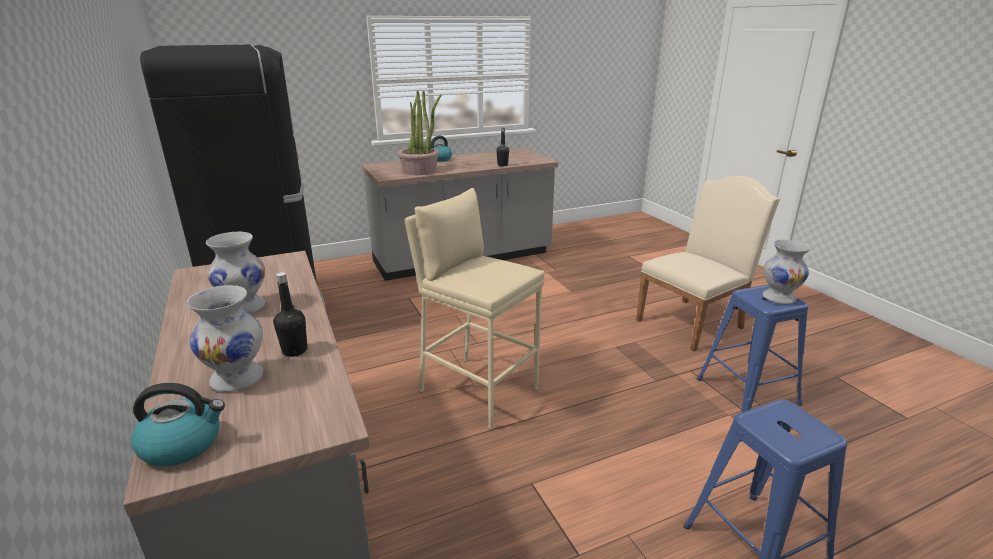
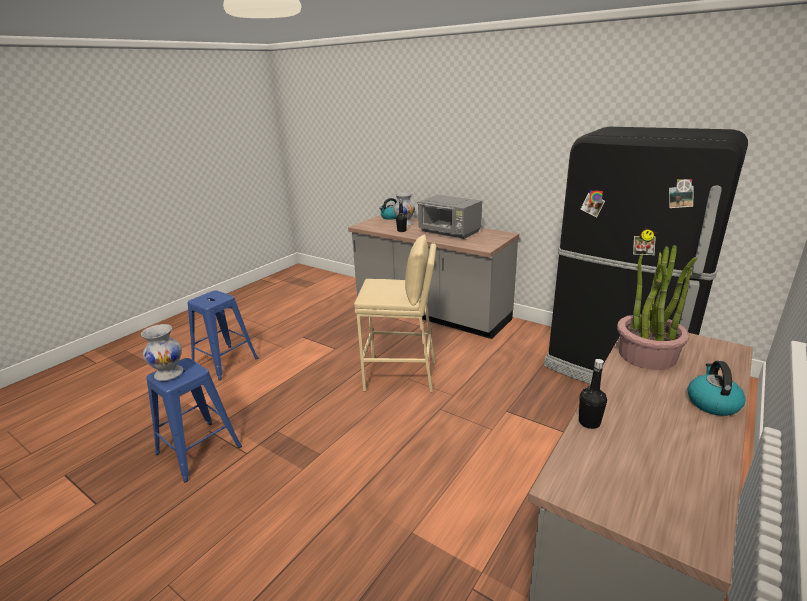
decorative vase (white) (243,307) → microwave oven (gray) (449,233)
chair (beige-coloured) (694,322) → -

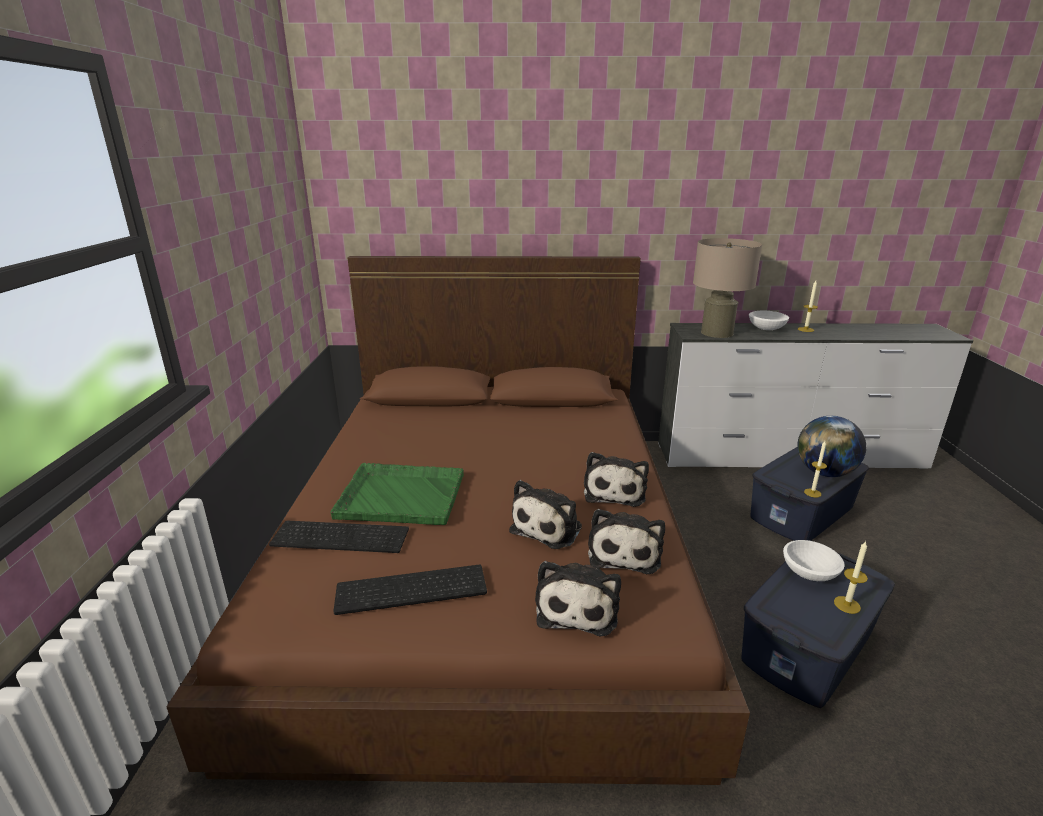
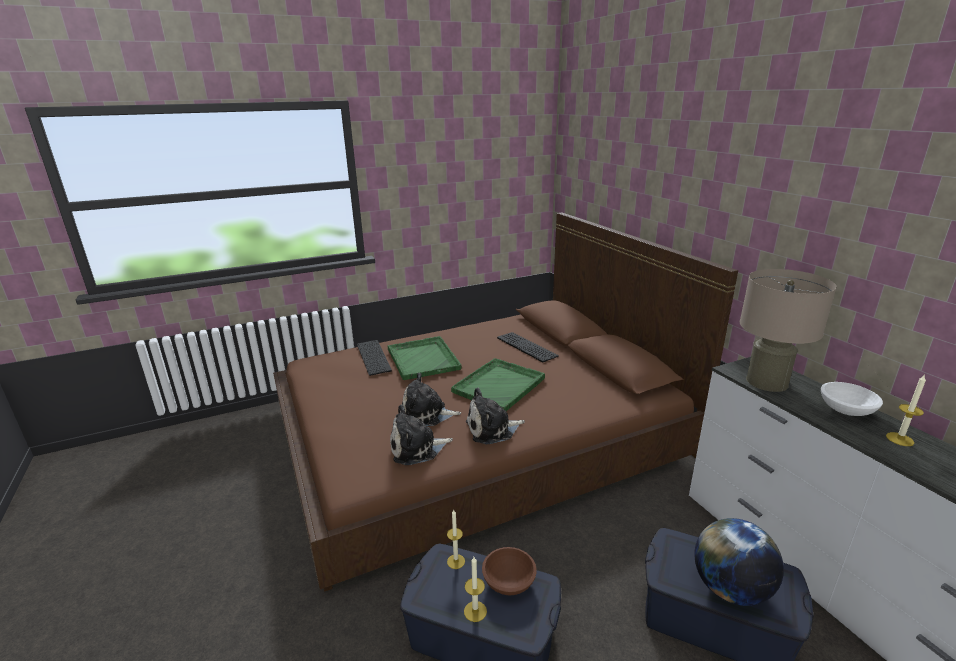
PC keyboard (410,591) → PC keyboard (525,347), moved
plush toy (577,607) → -
bowl (white) (809,573) → bowl (brown-coloured) (508,582)
candle (812,493) → candle (456,561), moved
- → serving tray (green) (499,385)

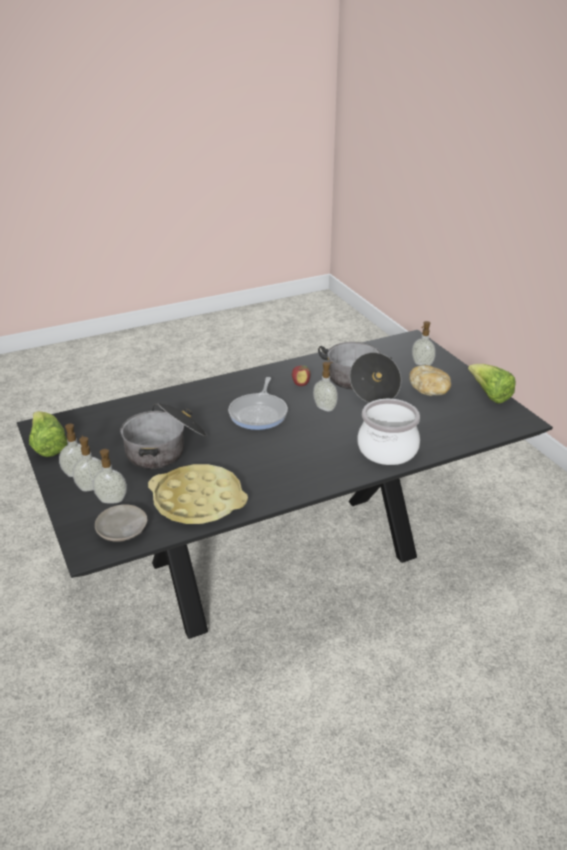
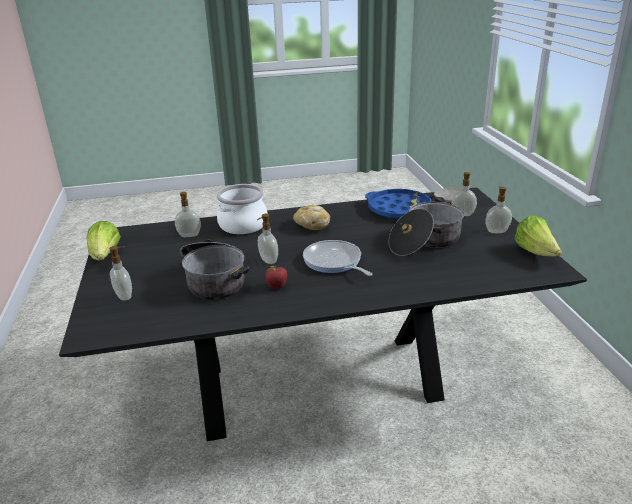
soap dispenser (91,487) → soap dispenser (189,236), moved
serving tray (yellowish) (198,501) → serving tray (blue-coloured) (399,209)
skillet (259,413) → skillet (334,262), 60 degrees counterclockwise
bakery bread (429,390) → bakery bread (312,226), moved

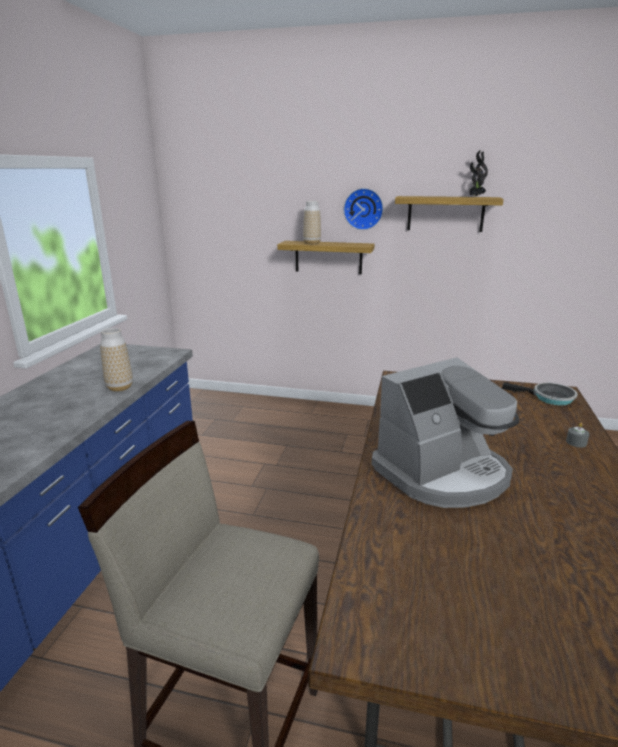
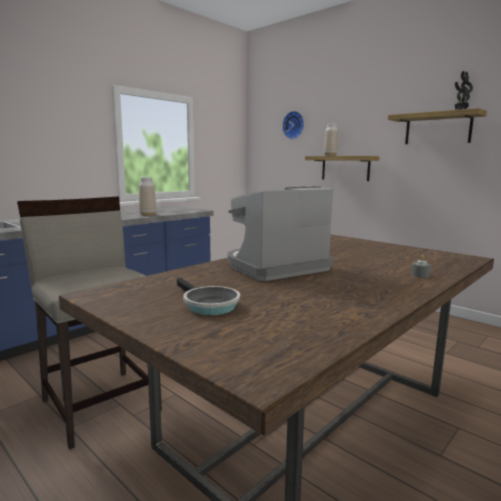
wall clock (363,209) → wall clock (294,125), moved
coffee brewer (443,473) → coffee brewer (275,267), 150 degrees clockwise
skillet (549,398) → skillet (208,305), moved

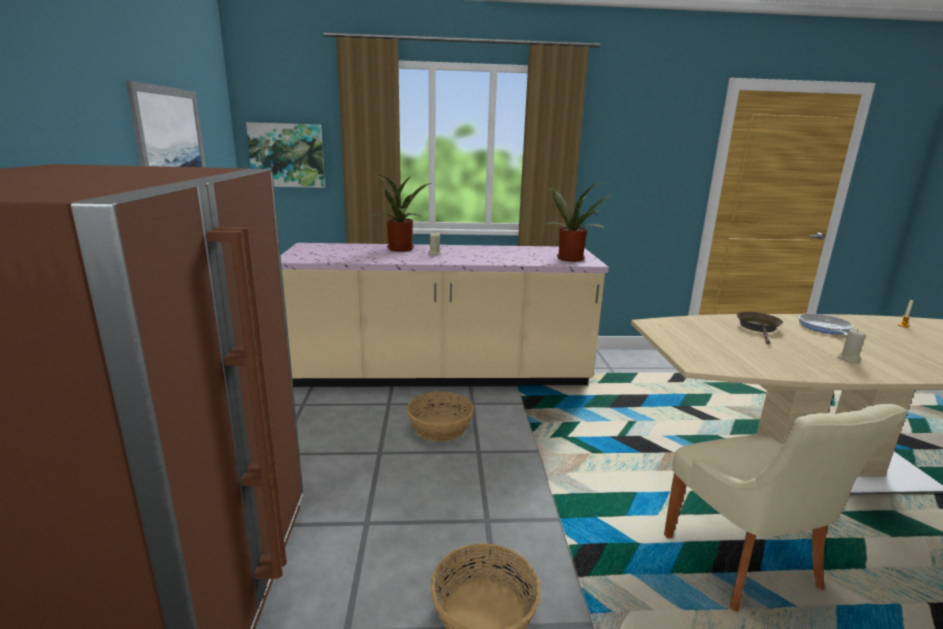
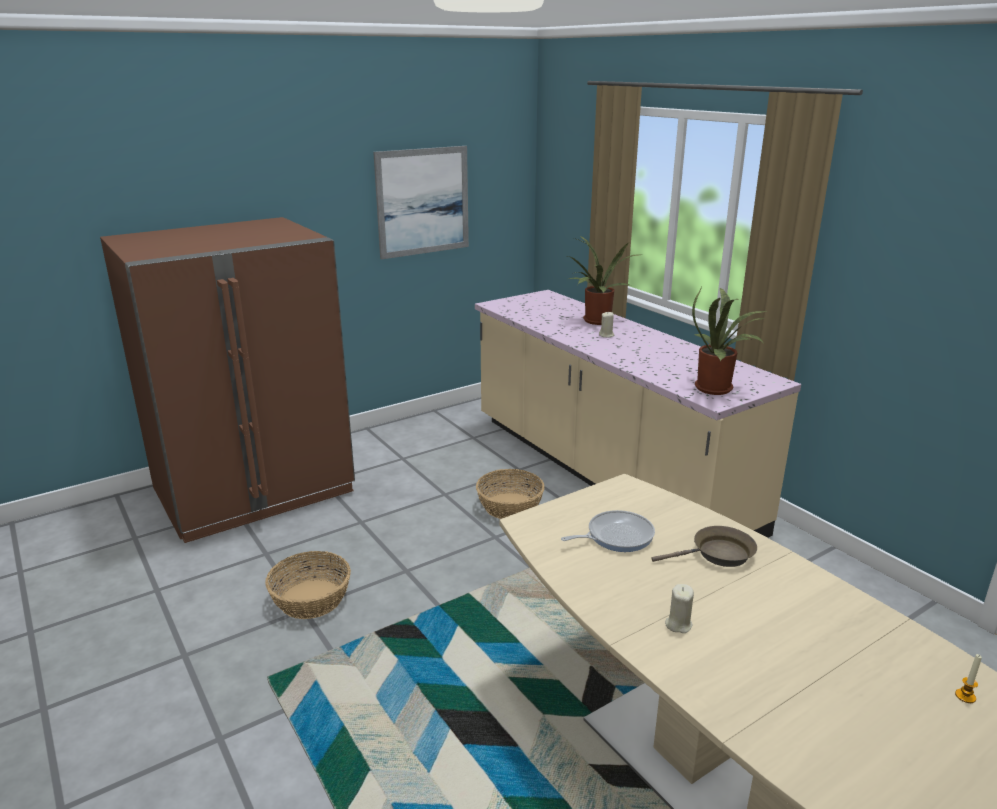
picture (287,155) → -
chair (beige-coloured) (745,565) → -
skillet (824,328) → skillet (616,536), moved

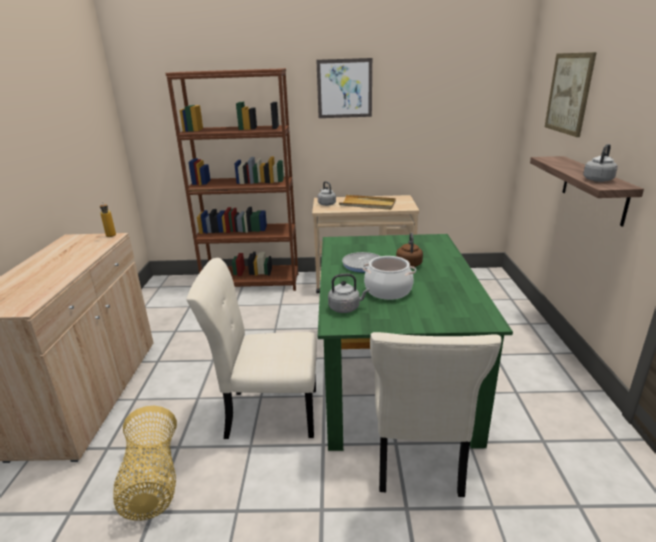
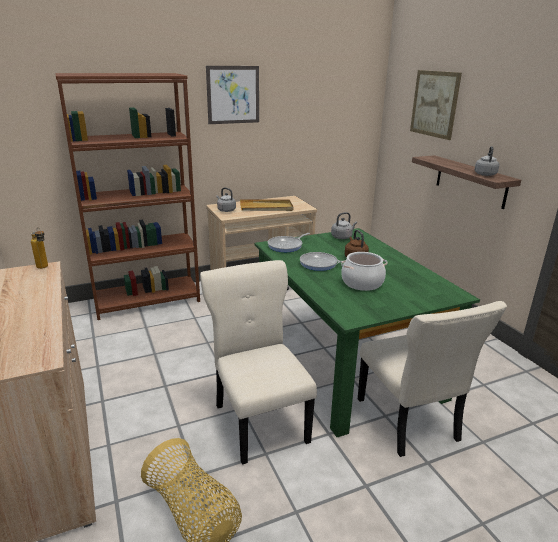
chair (beige-coloured) (268,412) → chair (beige-coloured) (259,420), 90 degrees clockwise
kettle (gray) (346,308) → kettle (gray) (342,237), moved
- → skillet (286,246)

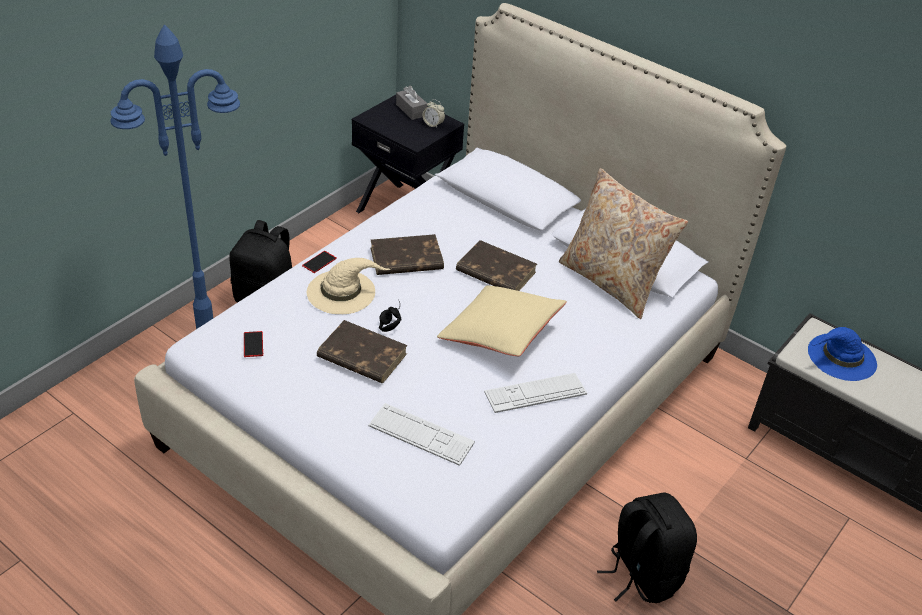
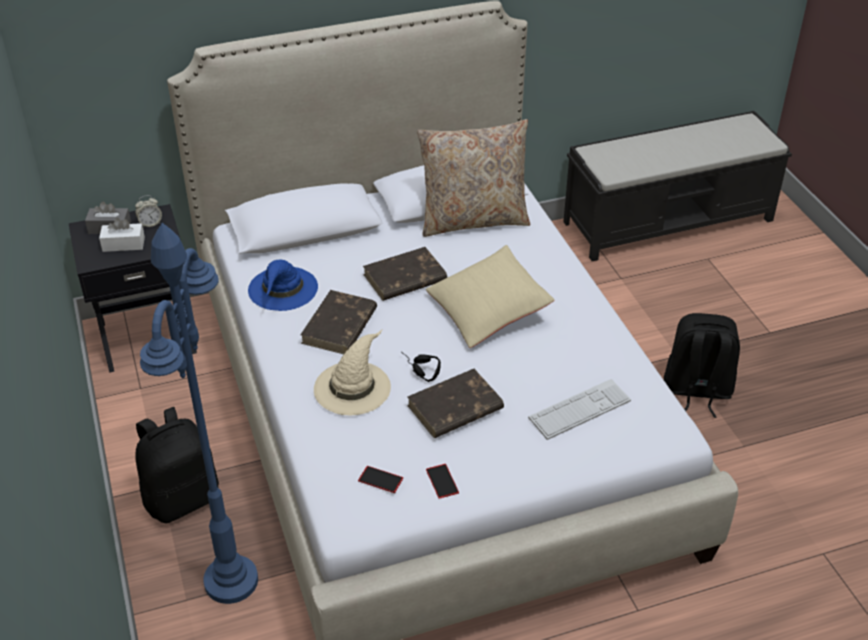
phone (319,262) → phone (442,481), moved
PC keyboard (535,393) → -
hat (blue-coloured) (841,357) → hat (blue-coloured) (283,289), moved
- → box of tissues (white) (123,244)

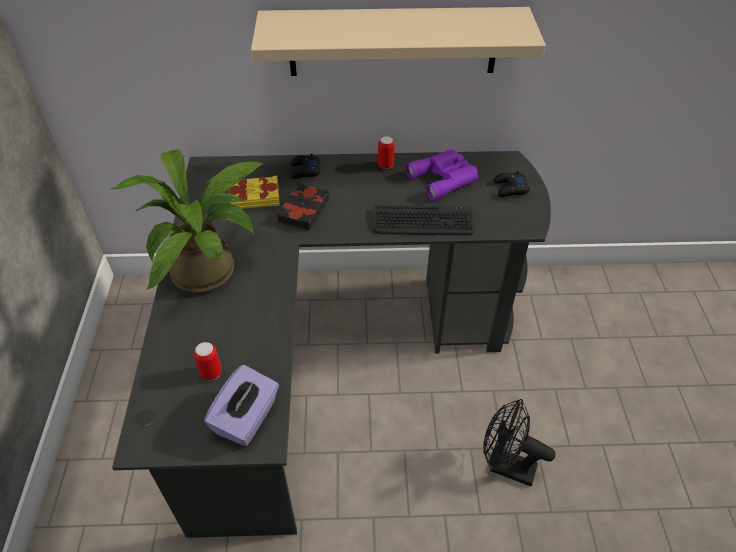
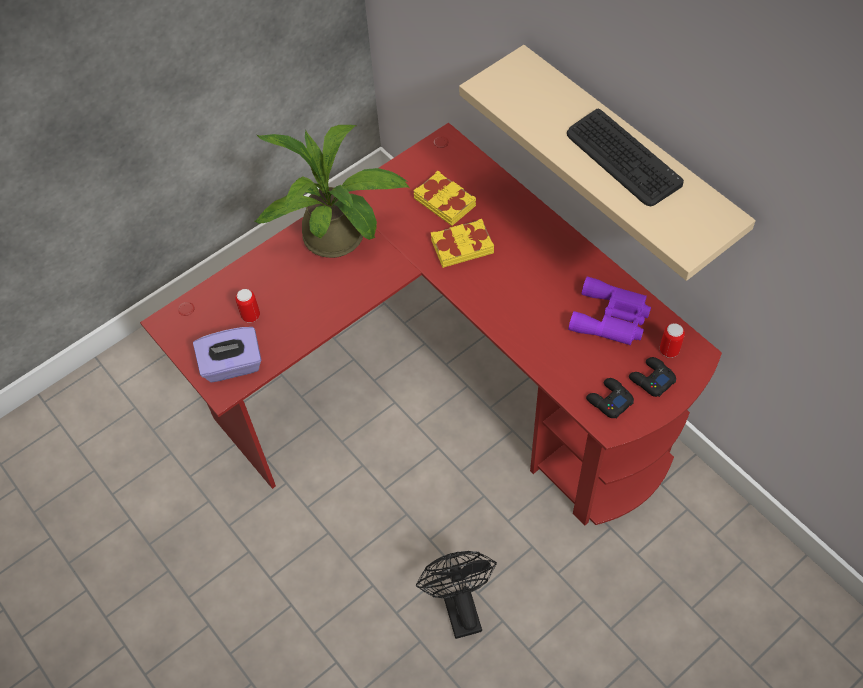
desk (black) (329,357) → desk (red) (447,390)
bound book (black) (303,210) → bound book (yellowish) (462,246)
game controller (black) (304,171) → game controller (black) (609,400), moved
PC keyboard (423,222) → PC keyboard (622,159), moved
metal can (385,165) → metal can (669,350), moved

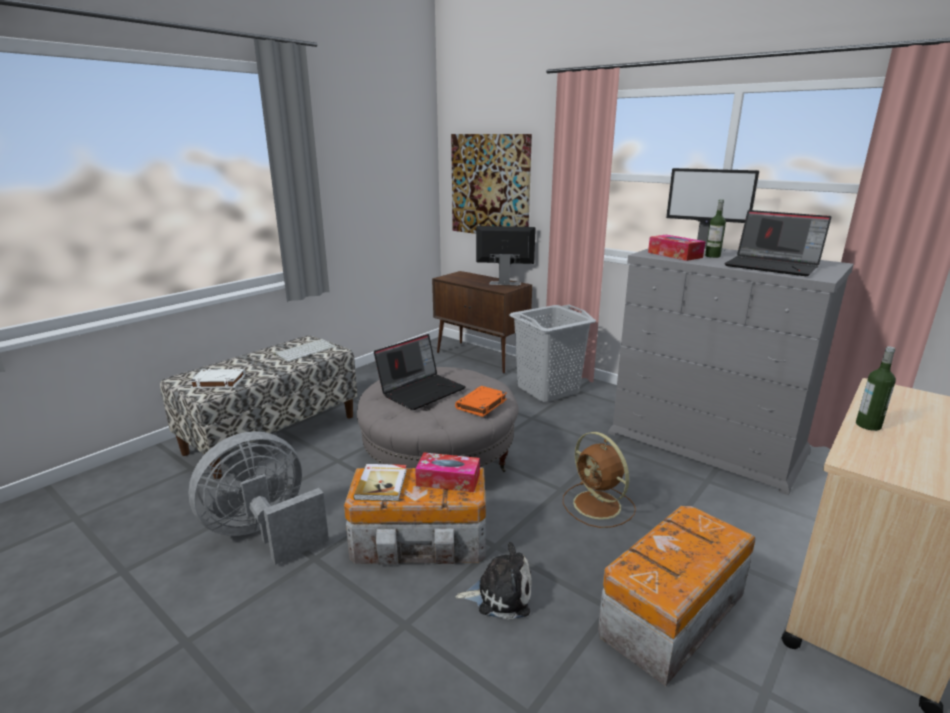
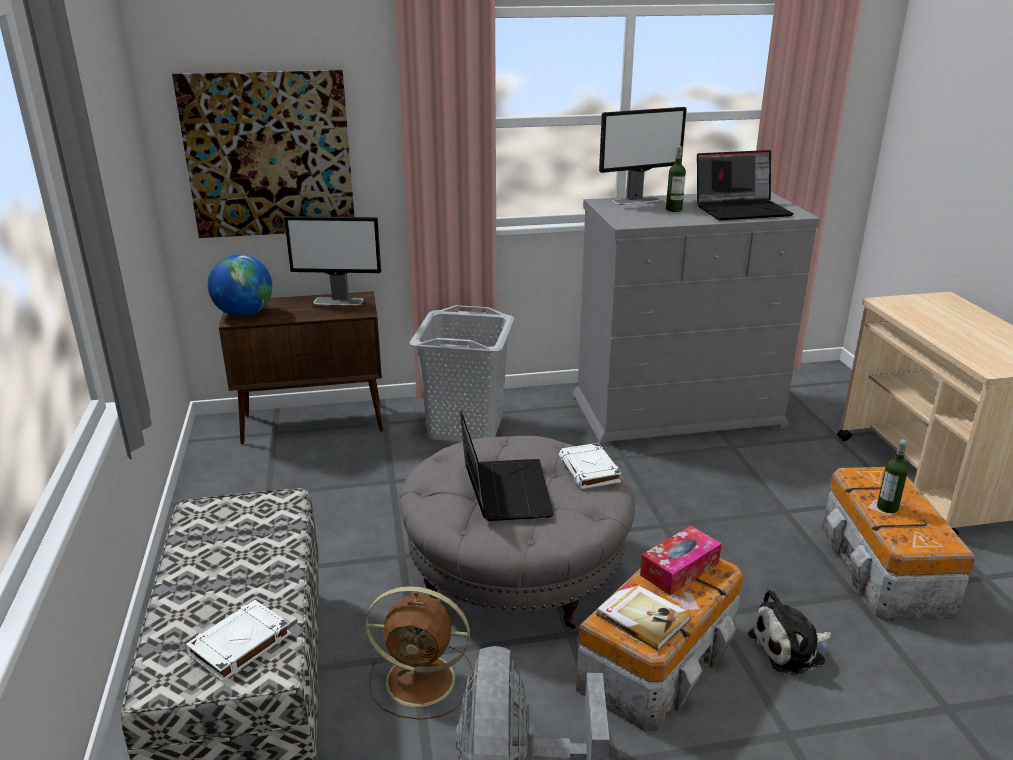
PC keyboard (305,350) → -
bound book (orange-coloured) (481,404) → bound book (white) (589,470)
plush toy (500,594) → plush toy (790,648), 150 degrees counterclockwise
monitor (504,283) → monitor (339,301), 135 degrees counterclockwise
fan (brown-coloured) (598,506) → fan (brown-coloured) (423,680), moved
box of tissues (674,255) → -
beverage bottle (868,425) → beverage bottle (887,507), moved
- → globe (244,314)

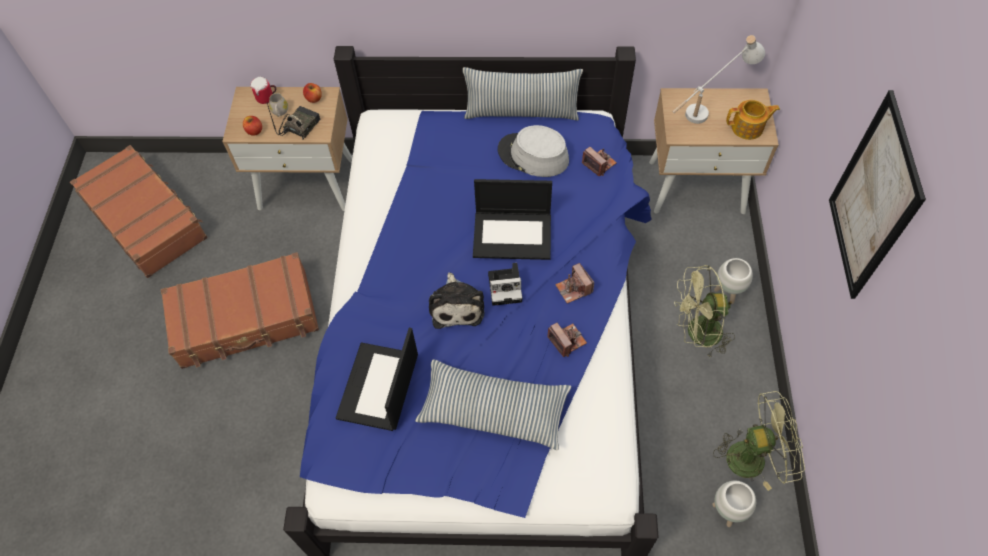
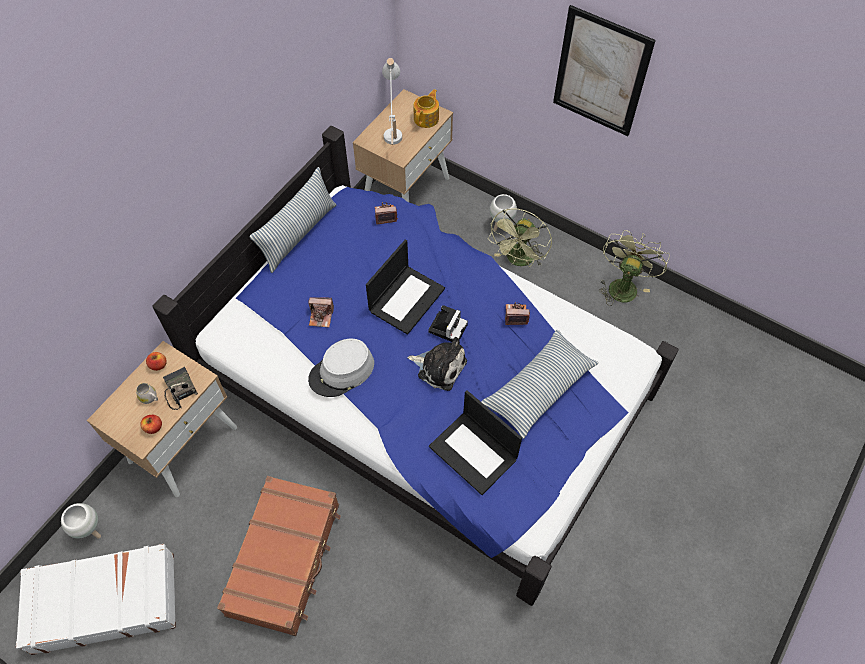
suitcase (brown-coloured) (146,218) → suitcase (white) (104,602)
coffee mug (267,98) → -
hat (gray) (533,156) → hat (gray) (342,372), moved
photo camera (573,289) → photo camera (321,316), moved
flower pot (white) (726,511) → flower pot (white) (91,530), moved

